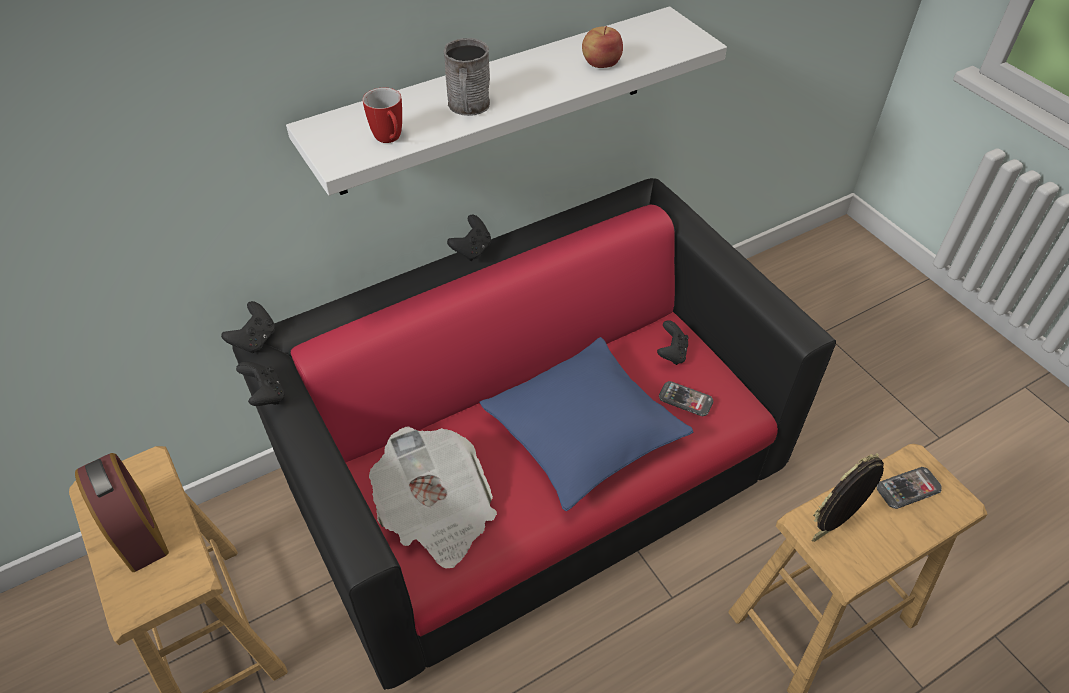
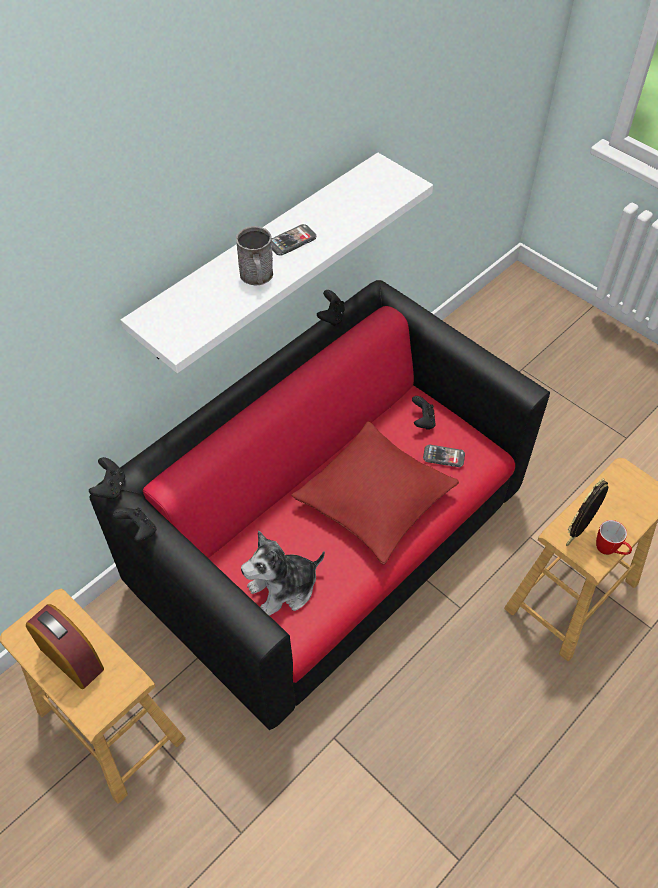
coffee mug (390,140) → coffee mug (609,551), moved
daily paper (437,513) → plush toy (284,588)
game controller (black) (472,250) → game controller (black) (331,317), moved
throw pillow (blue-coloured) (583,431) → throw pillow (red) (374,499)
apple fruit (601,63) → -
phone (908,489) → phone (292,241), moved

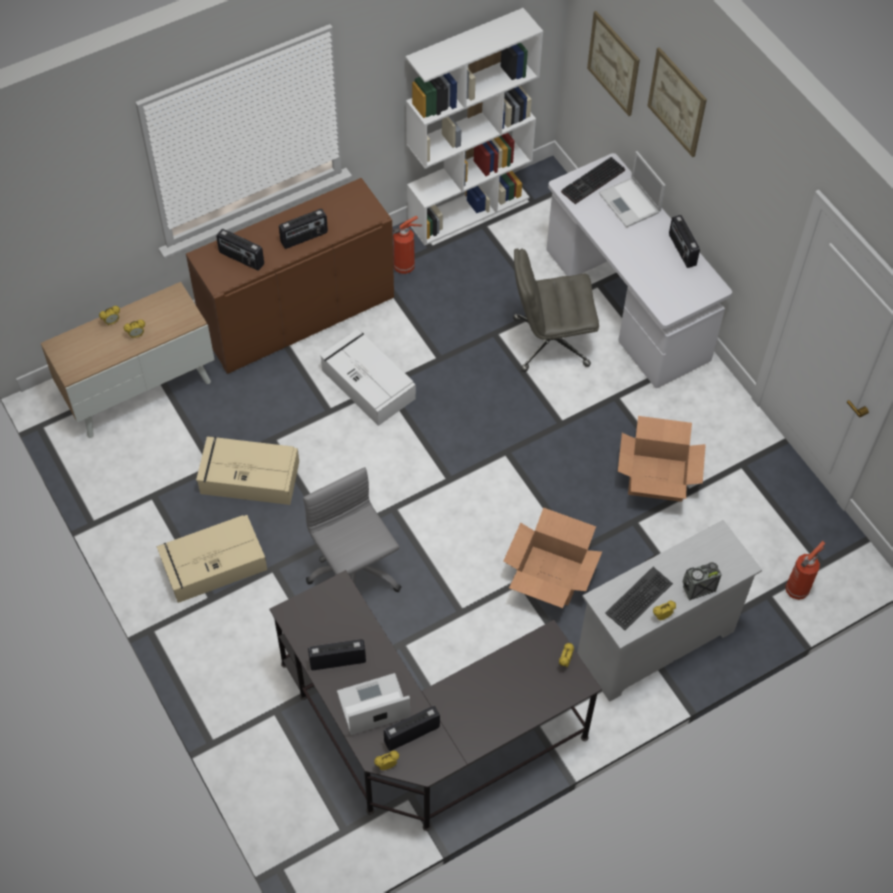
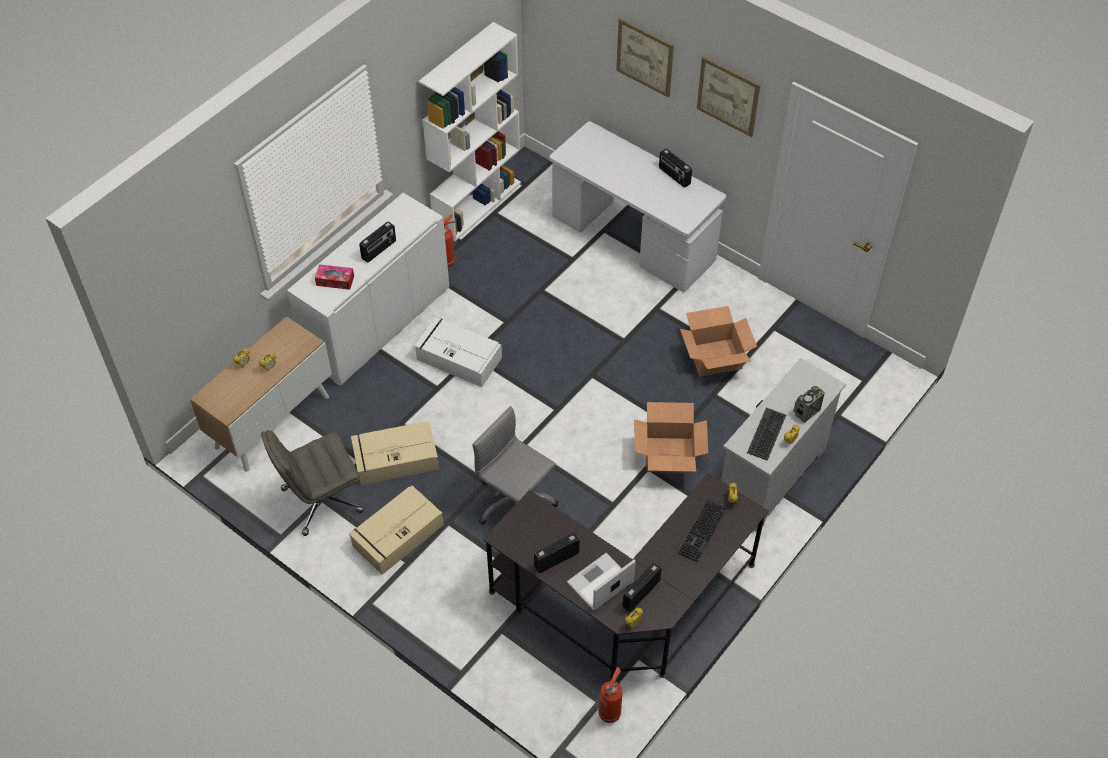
cupboard (brown-coloured) (298,315) → cupboard (white) (377,324)
radio set (241,259) → box of tissues (335,280)
computer chair (gray) (550,342) → computer chair (gray) (321,501), moved
PC keyboard (593,183) → PC keyboard (703,533), moved
picture (613,63) → picture (728,96), moved
laptop (630,203) → -
fire extinguisher (798,589) → fire extinguisher (610,712), moved

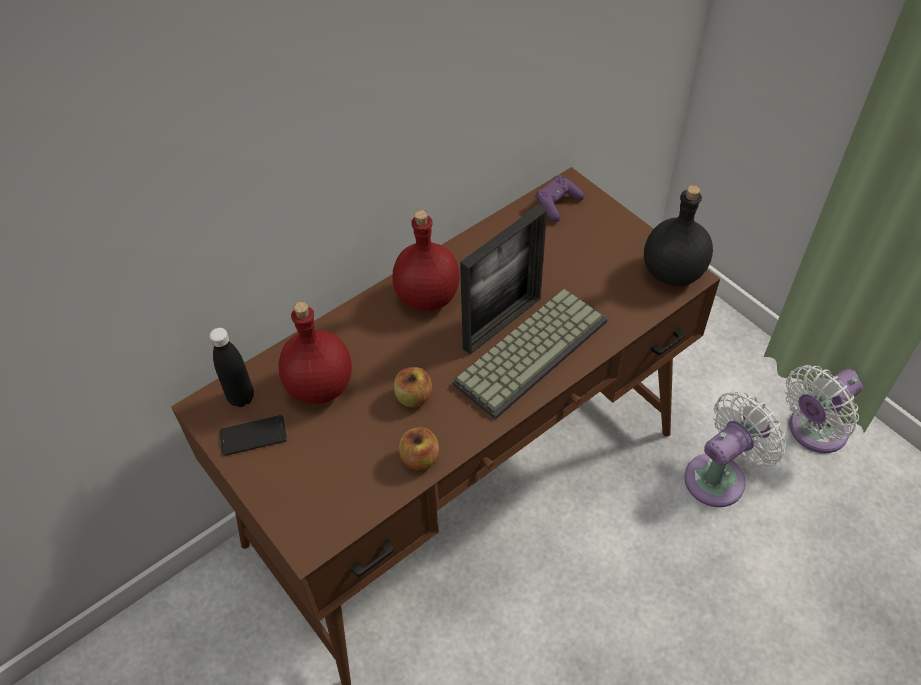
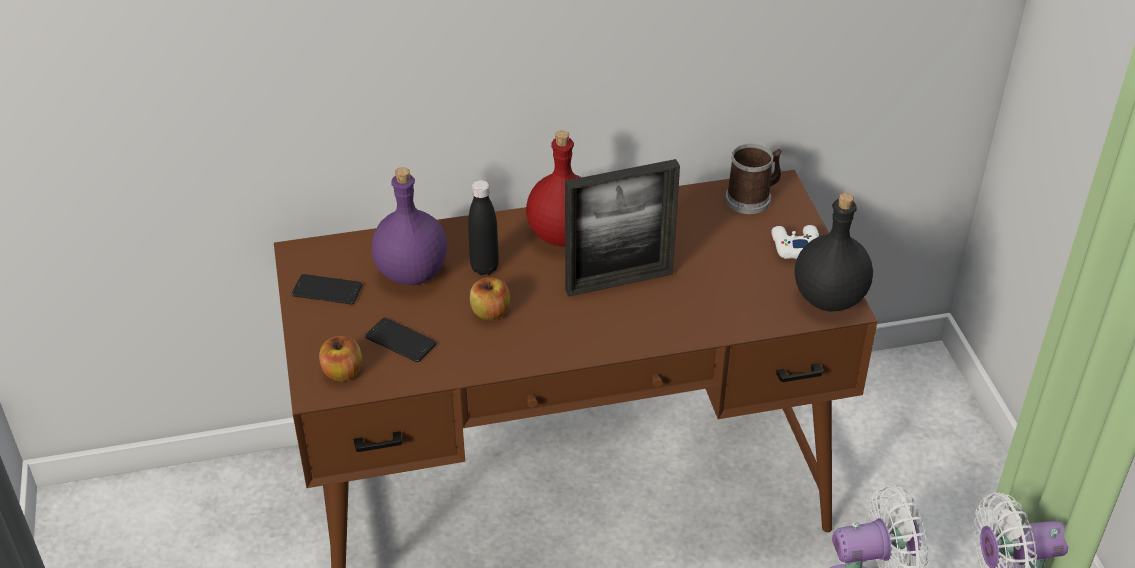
beverage bottle (black) (241,397) → beverage bottle (black) (484,267), moved
beverage bottle (red) (320,385) → beverage bottle (purplish) (413,272)
apple fruit (420,458) → apple fruit (342,372), moved
PC keyboard (530,349) → -
game controller (purplish) (557,204) → coffee mug (752,198)
- → phone (400,340)
- → game controller (white) (795,246)

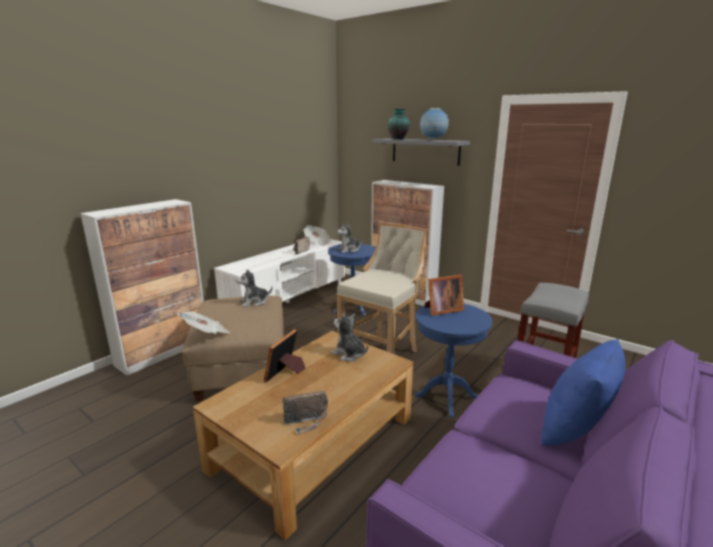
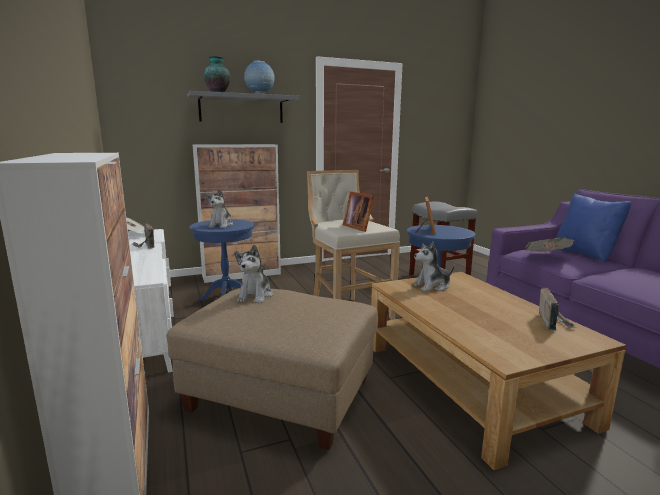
daily paper (206,334) → daily paper (546,257), moved
picture frame (285,373) → picture frame (358,227), moved

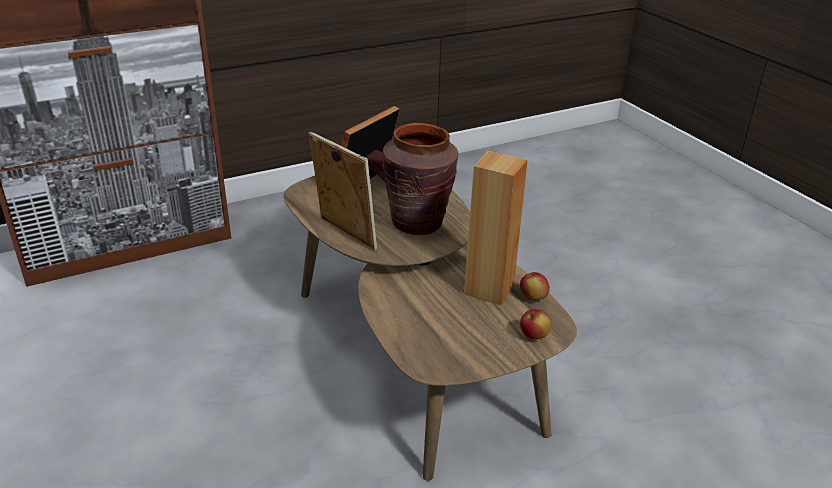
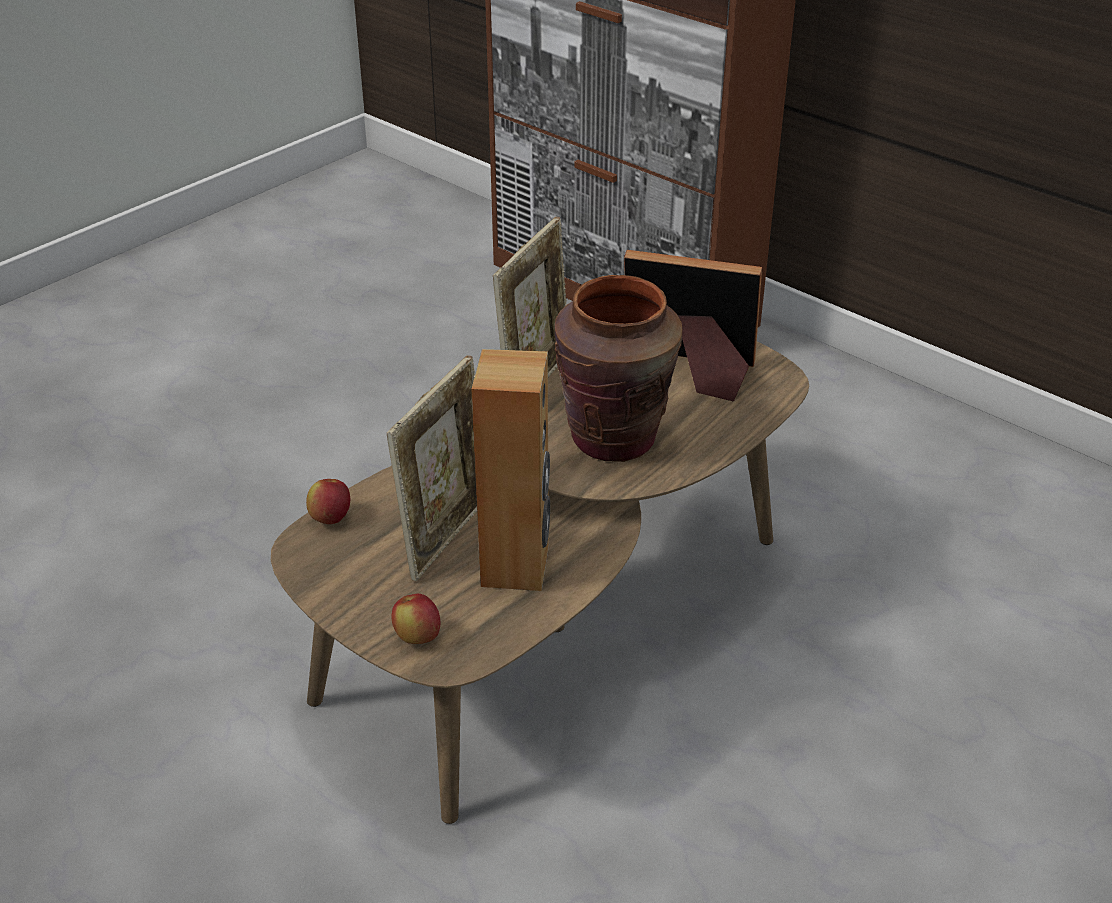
apple fruit (533,298) → apple fruit (330,518), moved
- → picture frame (446,535)

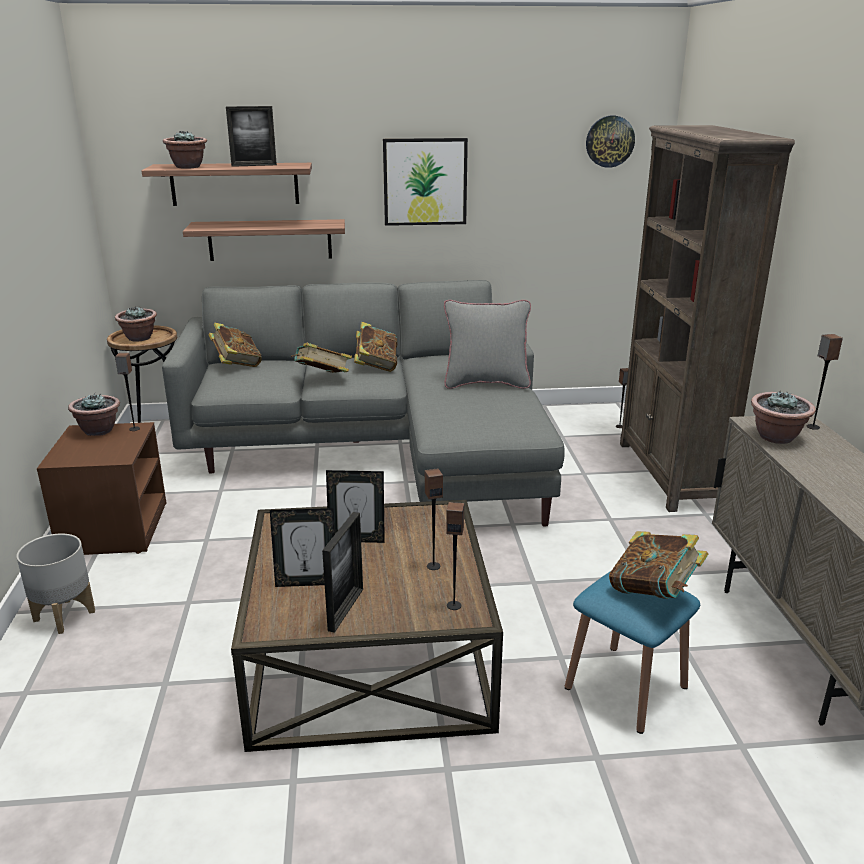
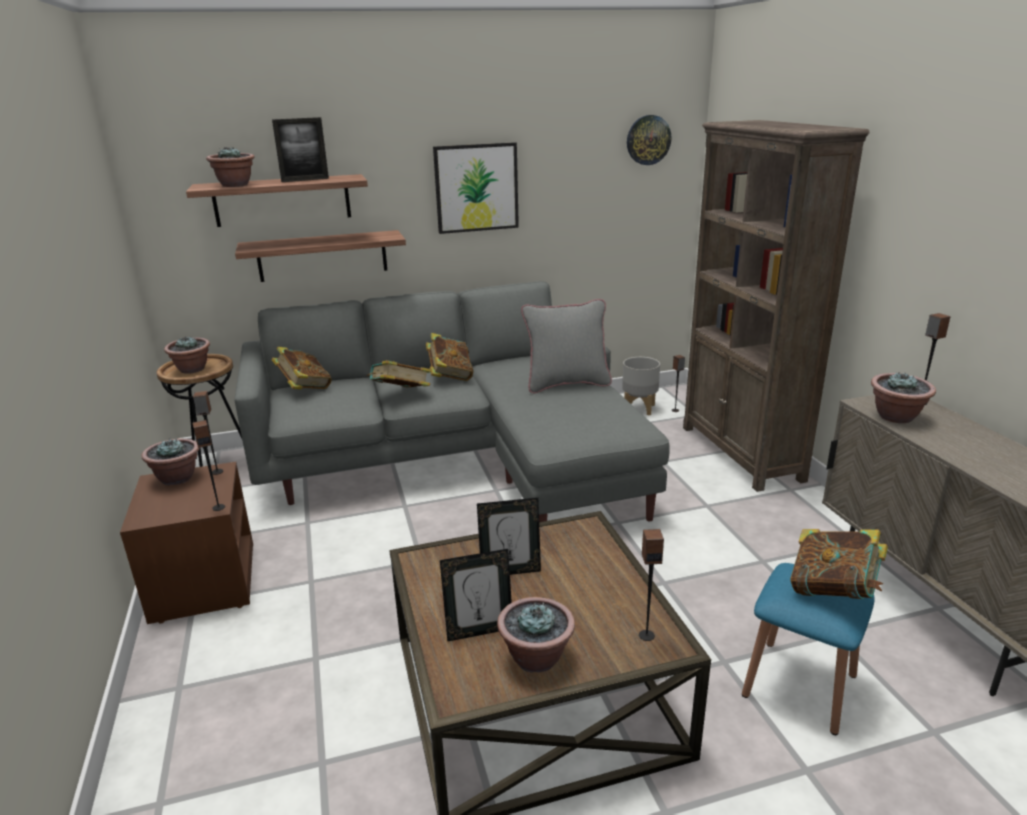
flower pot (gray) (65,616) → flower pot (gray) (639,408), moved
picture frame (346,609) → potted plant (536,657)
loudspeaker (433,566) → loudspeaker (218,507), moved

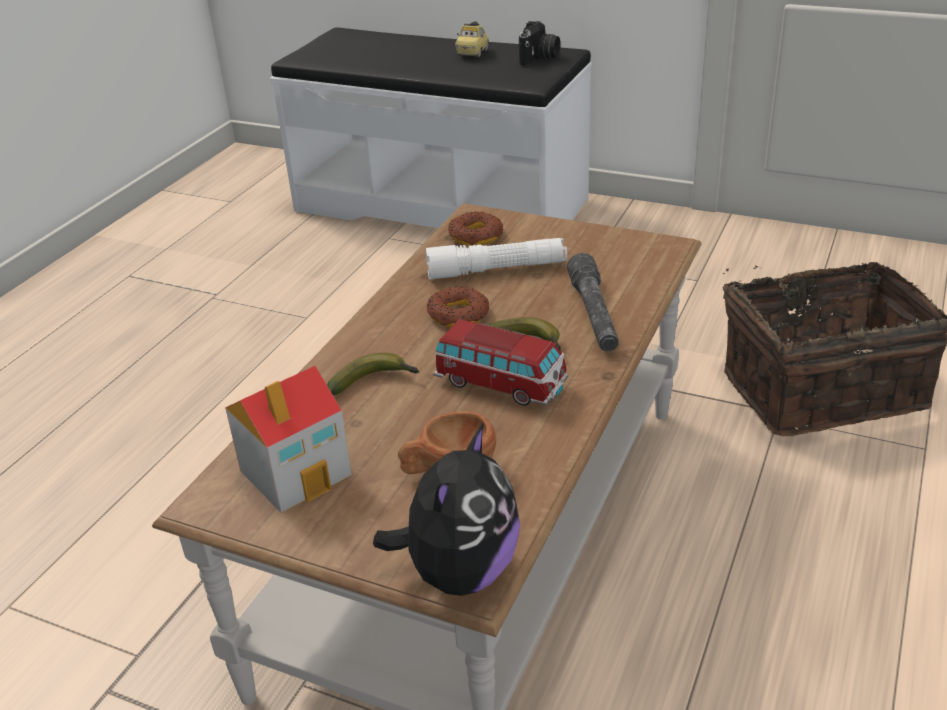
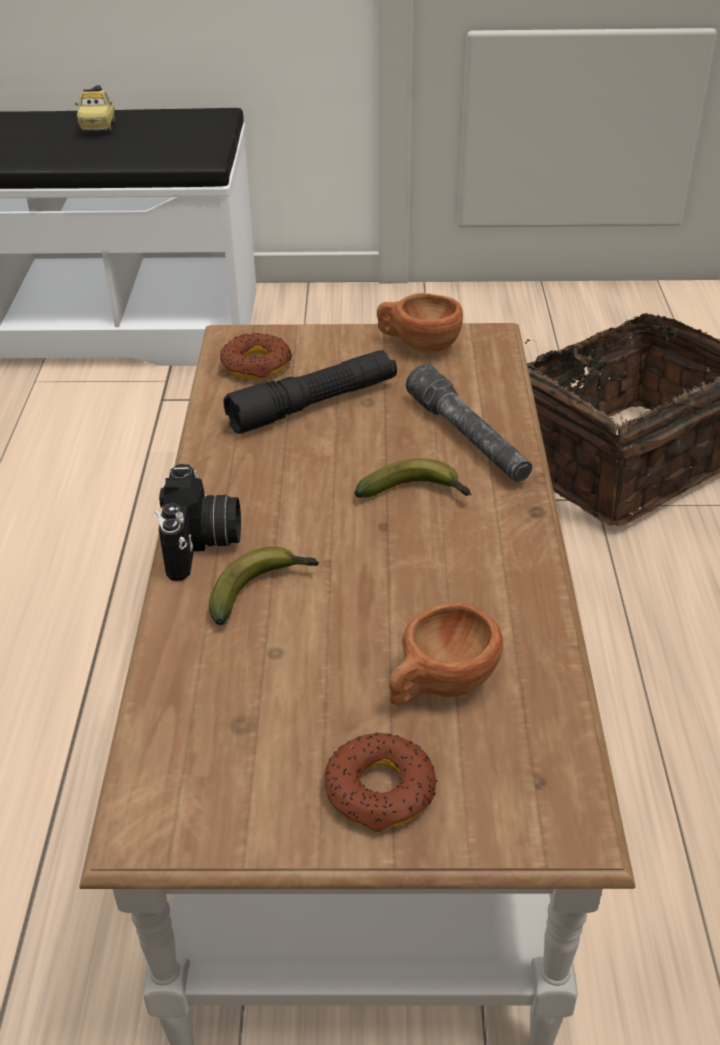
model house (297,472) → -
plush toy (459,572) → -
flashlight (white) (497,270) → flashlight (black) (313,405)
donut (458,314) → donut (380,790), moved
miniature car (500,384) → -
photo camera (540,58) → photo camera (202,544), moved
- → drinking cup (brown-coloured) (418,345)

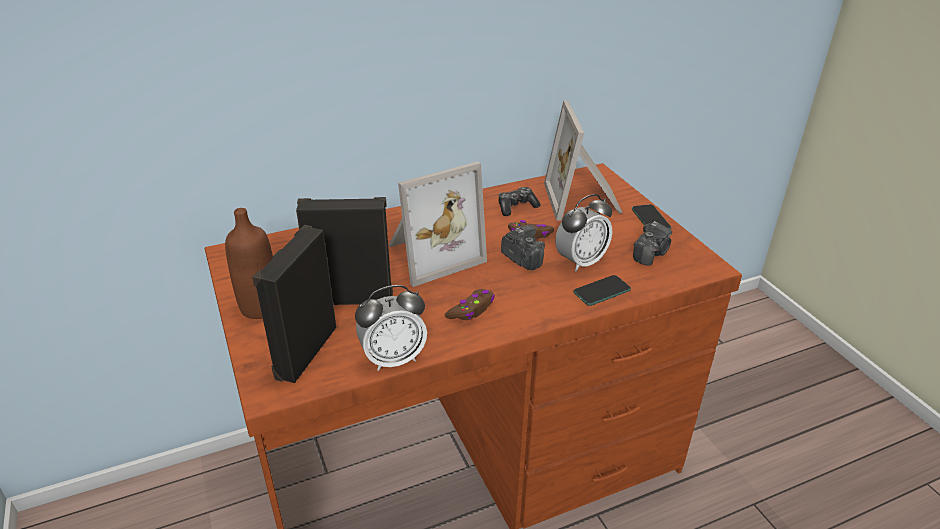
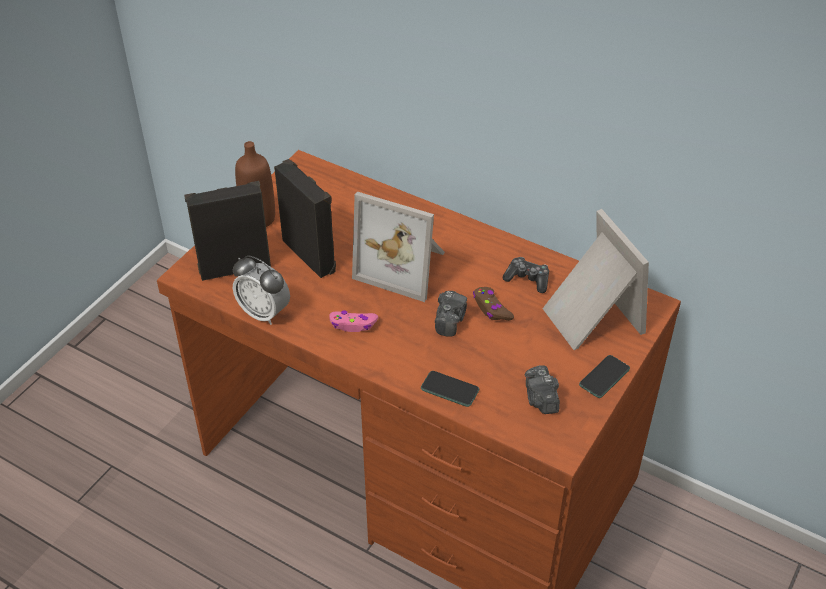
game controller (brown-coloured) (471,310) → game controller (pink) (353,324)
picture frame (584,200) → picture frame (589,317), 105 degrees clockwise
table clock (580,261) → -
photo camera (650,254) → photo camera (541,399), 75 degrees clockwise

